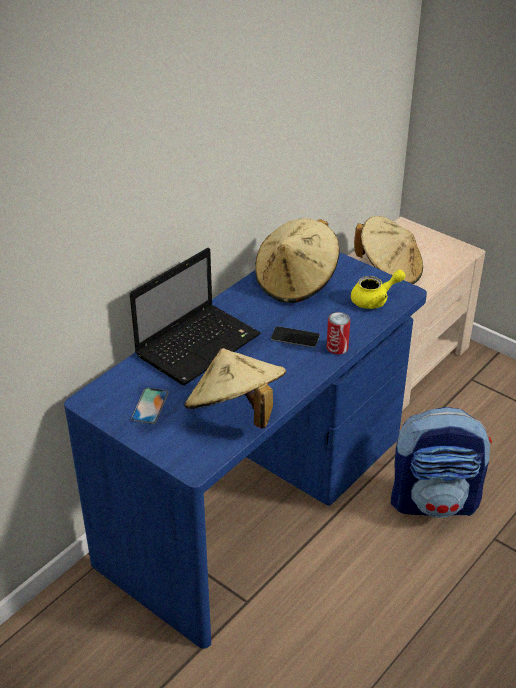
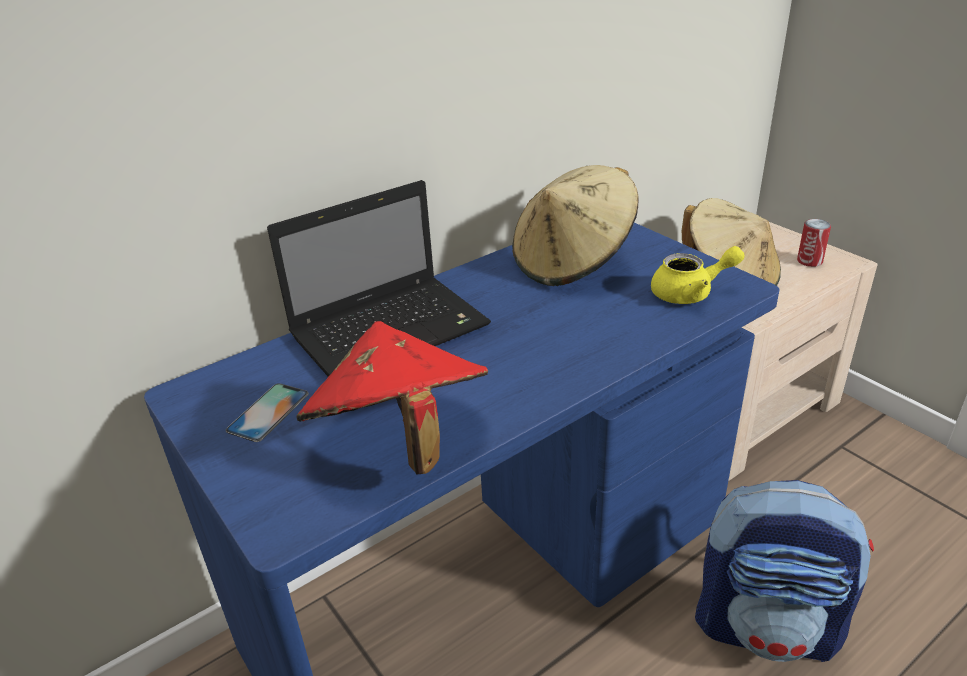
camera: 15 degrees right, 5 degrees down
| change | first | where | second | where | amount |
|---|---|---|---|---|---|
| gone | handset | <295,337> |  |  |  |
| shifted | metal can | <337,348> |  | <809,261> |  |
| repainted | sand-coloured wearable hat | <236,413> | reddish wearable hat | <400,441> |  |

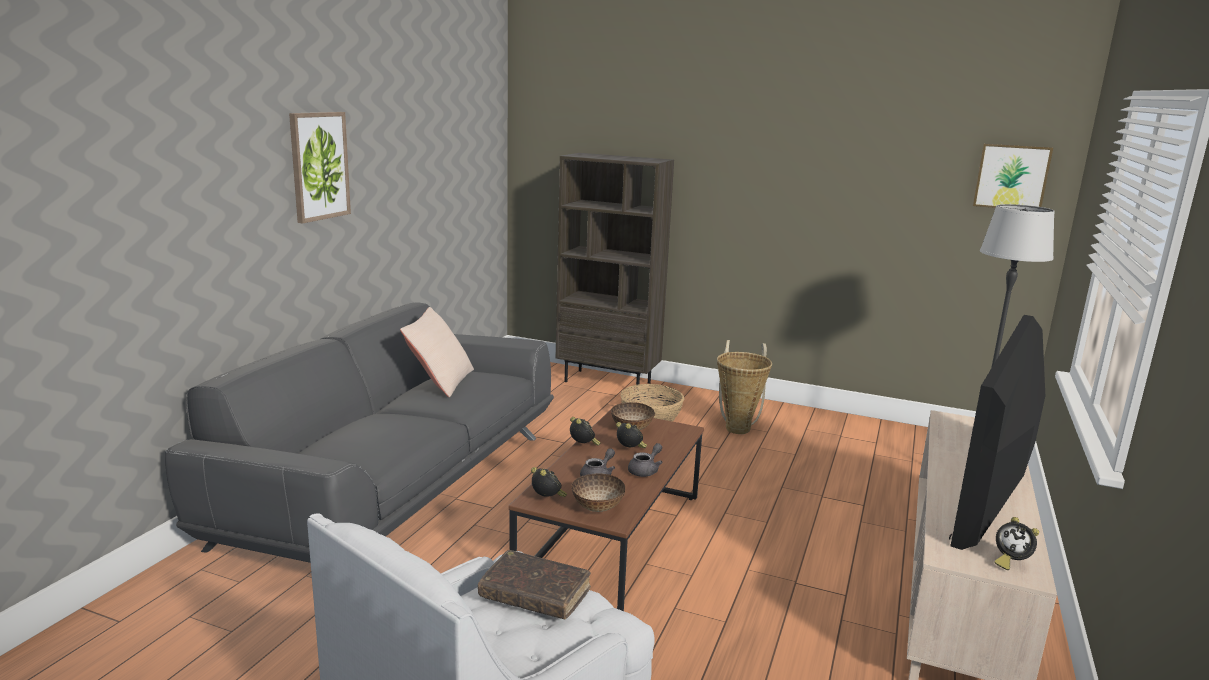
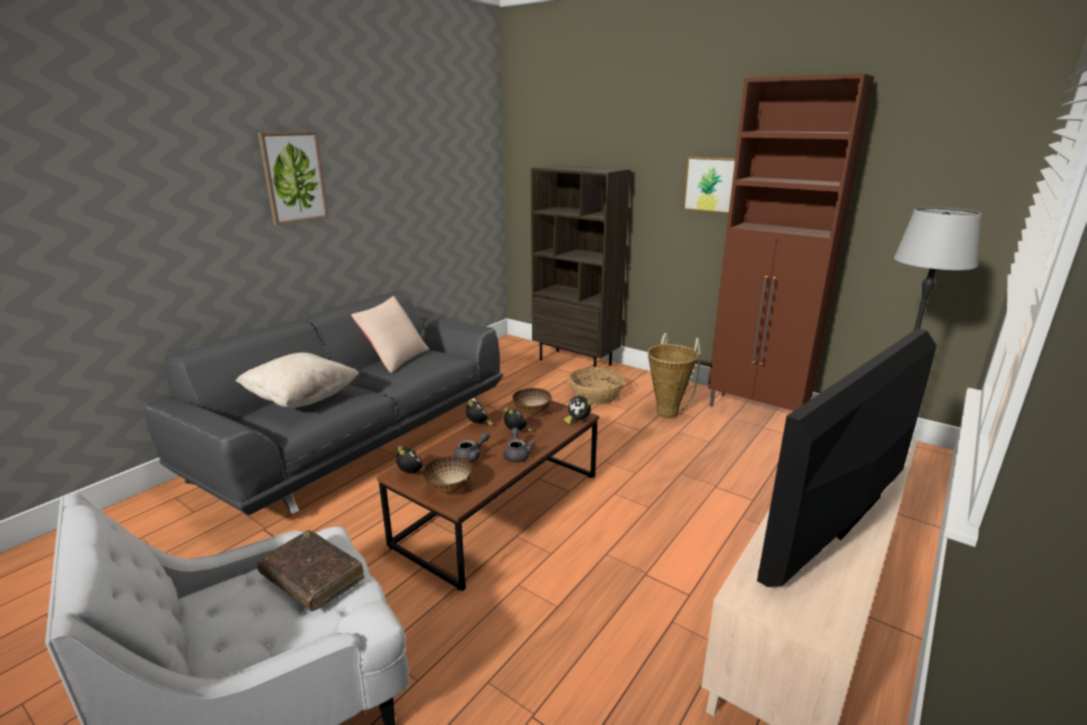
camera: 15 degrees right, 5 degrees up
| change | first | where | second | where | amount |
|---|---|---|---|---|---|
| new |  |  | sand-coloured cushion | <302,399> |  |
| new |  |  | brown storage cabinet | <757,411> |  |
| shifted | picture | <1011,177> |  | <711,184> |  |
| shifted | bedside clock | <1009,562> |  | <577,421> |  |
| rotated | grey tea pot | <645,470> |  | <517,454> | 60 degrees counterclockwise |

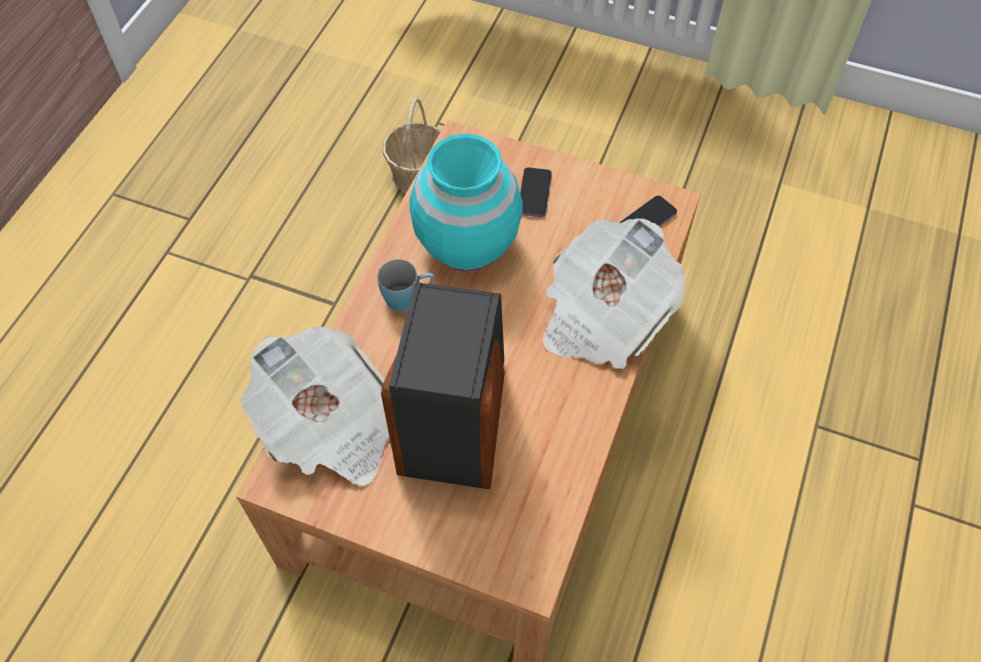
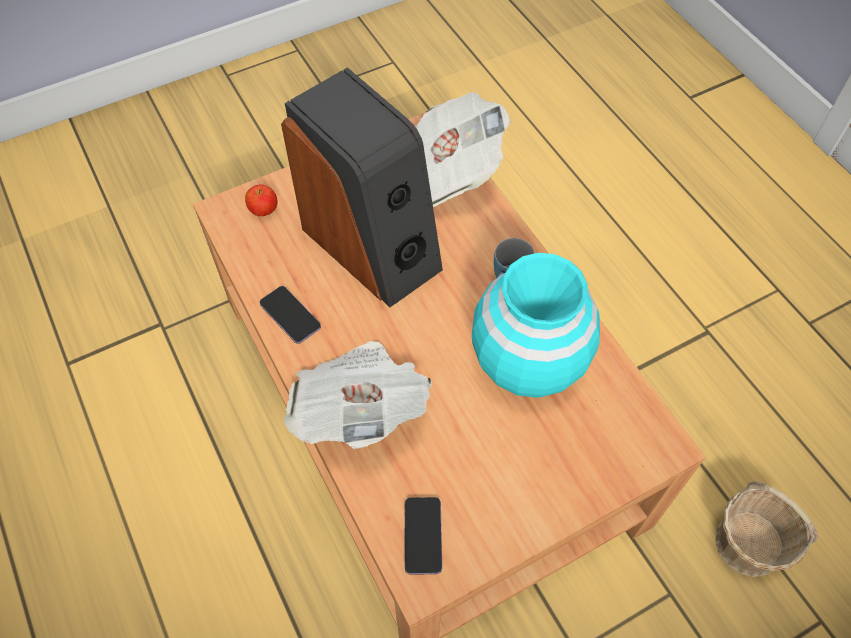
camera: 130 degrees right, 0 degrees up
| change | first | where | second | where | amount |
|---|---|---|---|---|---|
| new |  |  | apple fruit | <264,210> |  |
| shifted | handset | <534,193> |  | <290,316> |  |

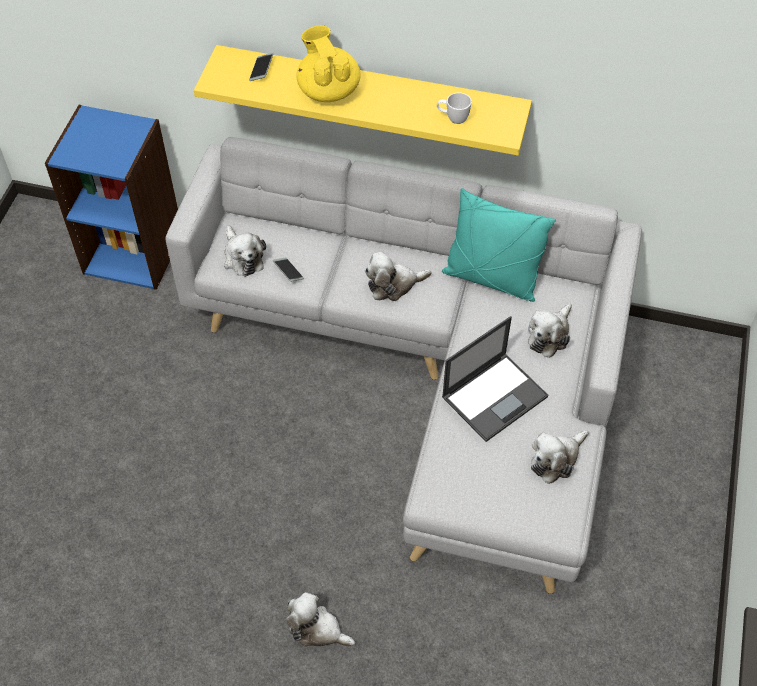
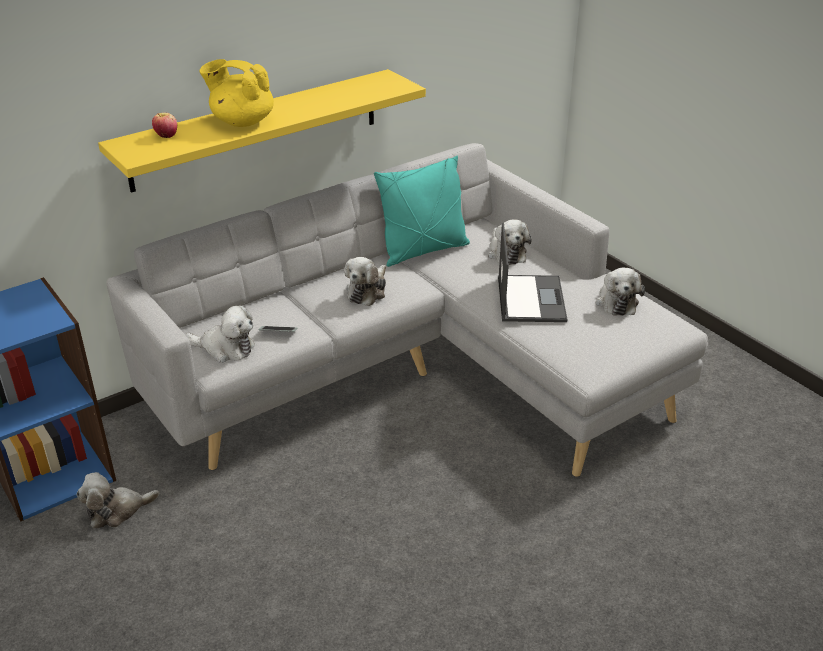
camera: 50 degrees left, 20 degrees down
| change | first | where | second | where | amount |
|---|---|---|---|---|---|
| gone | white mug | <452,118> |  |  |  |
| shifted | plush toy | <317,629> |  | <117,511> |  |
| swapped | handset | <261,70> | apple fruit | <166,136> |  |

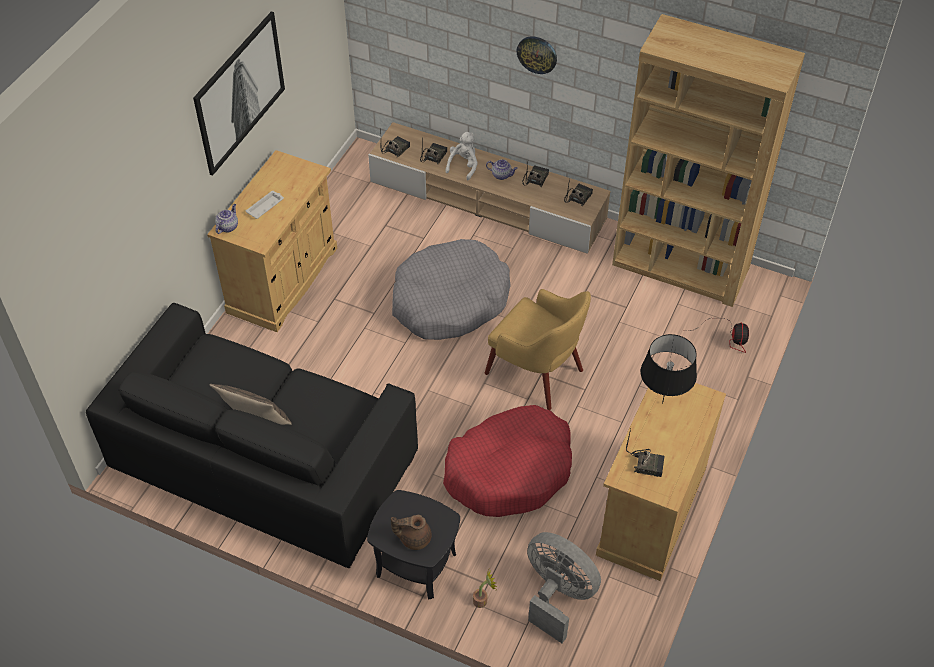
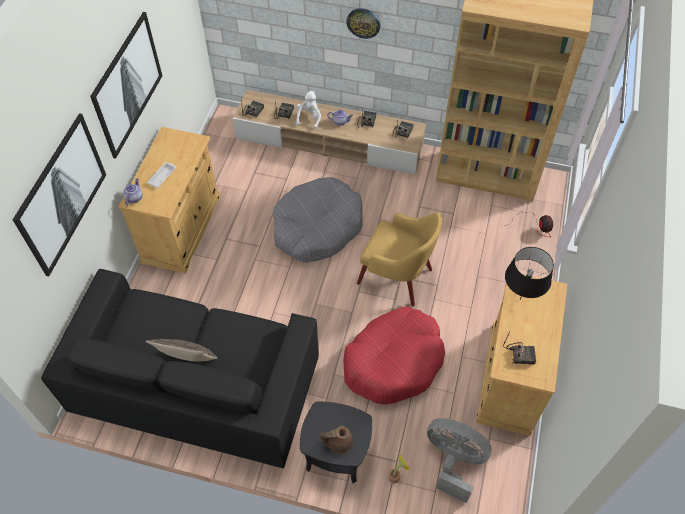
camera: 10 degrees left, 5 degrees up
| change | first | where | second | where | amount |
|---|---|---|---|---|---|
| new |  |  | picture | <62,194> |  |

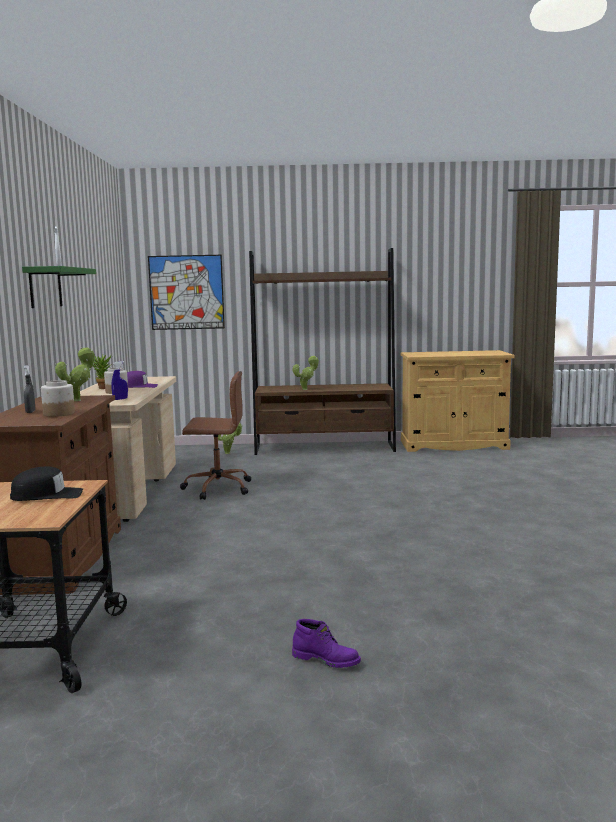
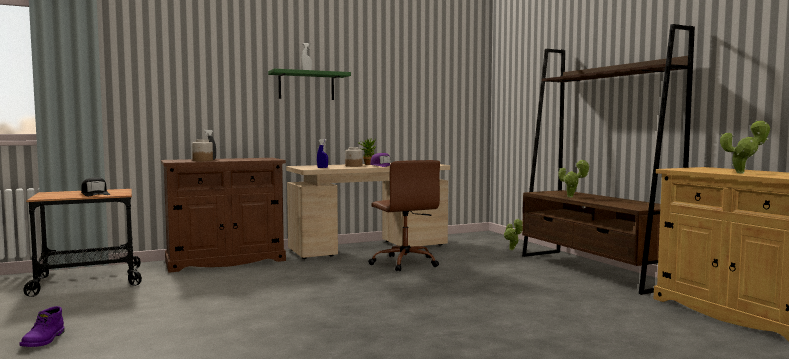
camera: 65 degrees right, 5 degrees down
| change | first | where | second | where | amount |
|---|---|---|---|---|---|
| gone | picture | <186,292> |  |  |  |
| shifted | potted plant | <79,400> |  | <743,173> |  |

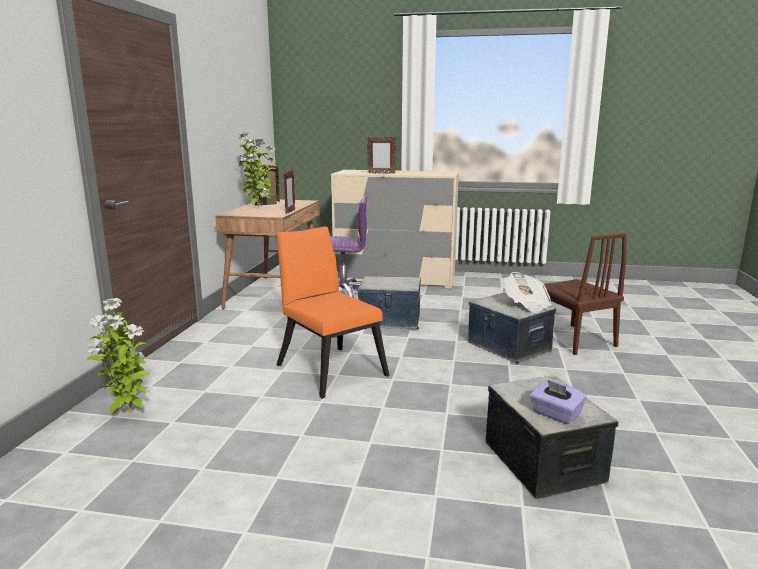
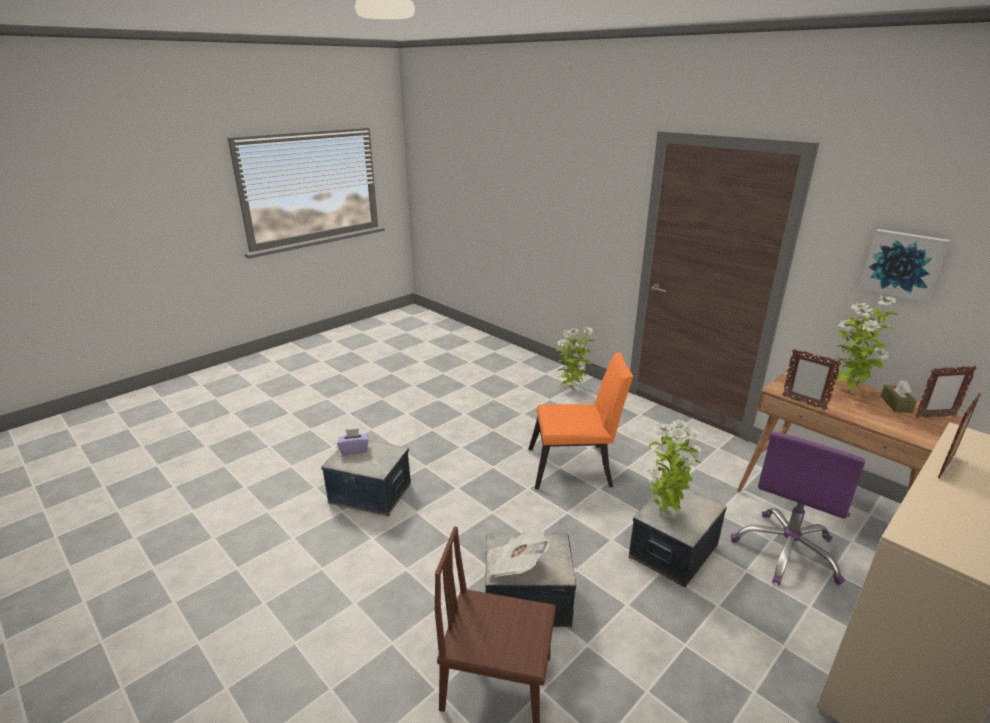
camera: 125 degrees right, 10 degrees up
| change | first | where | second | where | amount |
|---|---|---|---|---|---|
| new |  |  | potted plant | <663,512> |  |
| new |  |  | picture | <903,264> |  |

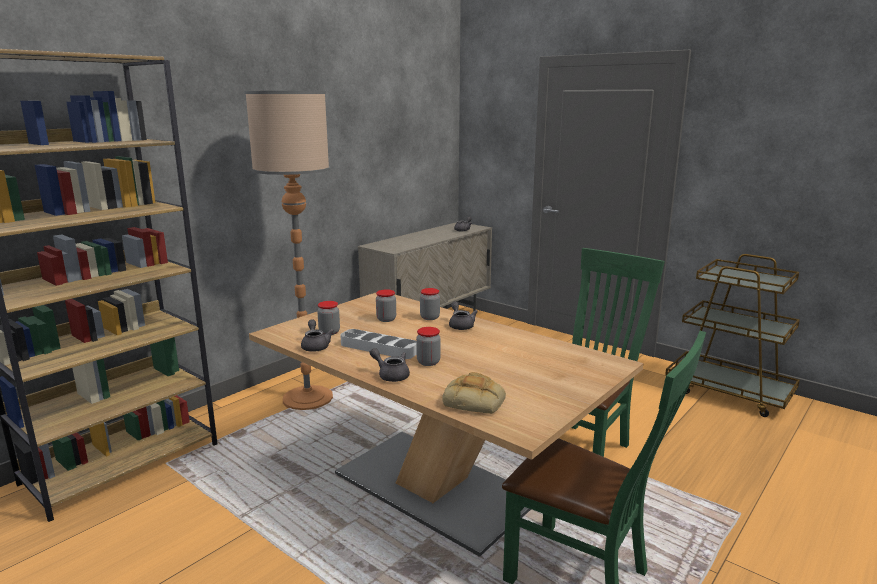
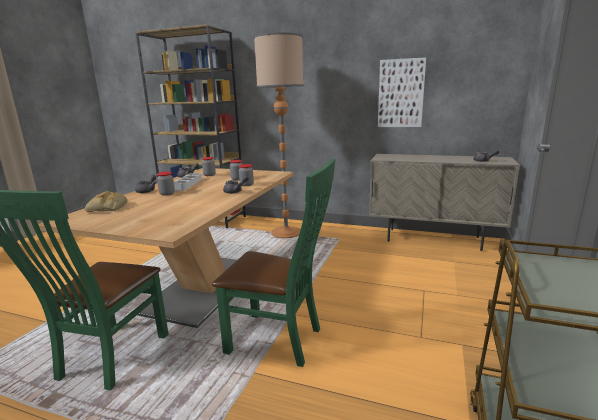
camera: 70 degrees right, 0 degrees up
| change | first | where | second | where | amount |
|---|---|---|---|---|---|
| new |  |  | picture | <401,93> |  |

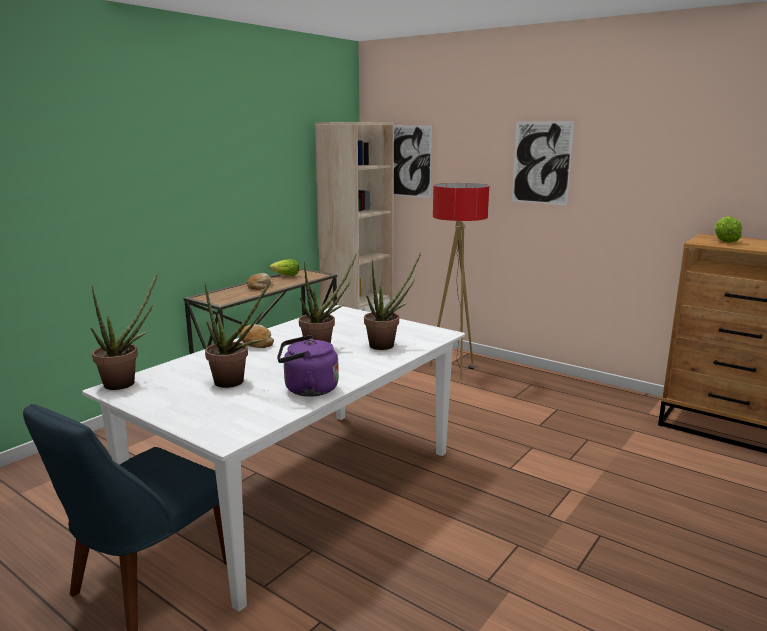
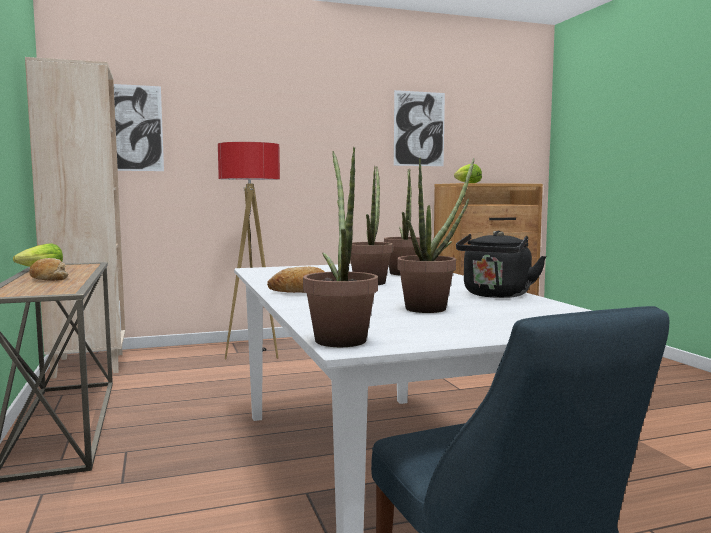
camera: 55 degrees left, 10 degrees down
| change | first | where | second | where | amount |
|---|---|---|---|---|---|
| shifted | picture | <541,163> |  | <419,129> |  |
| repainted | purple tea kettle | <307,389> | black tea kettle | <495,295> |  |

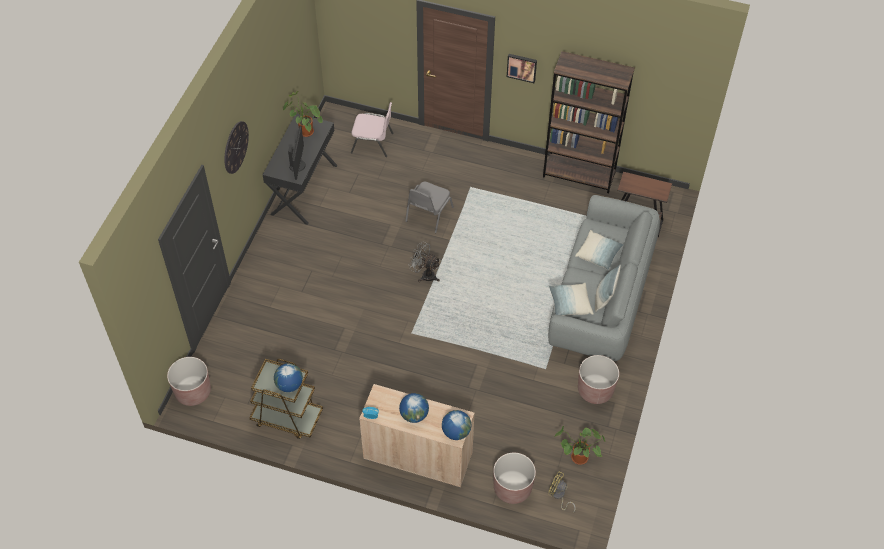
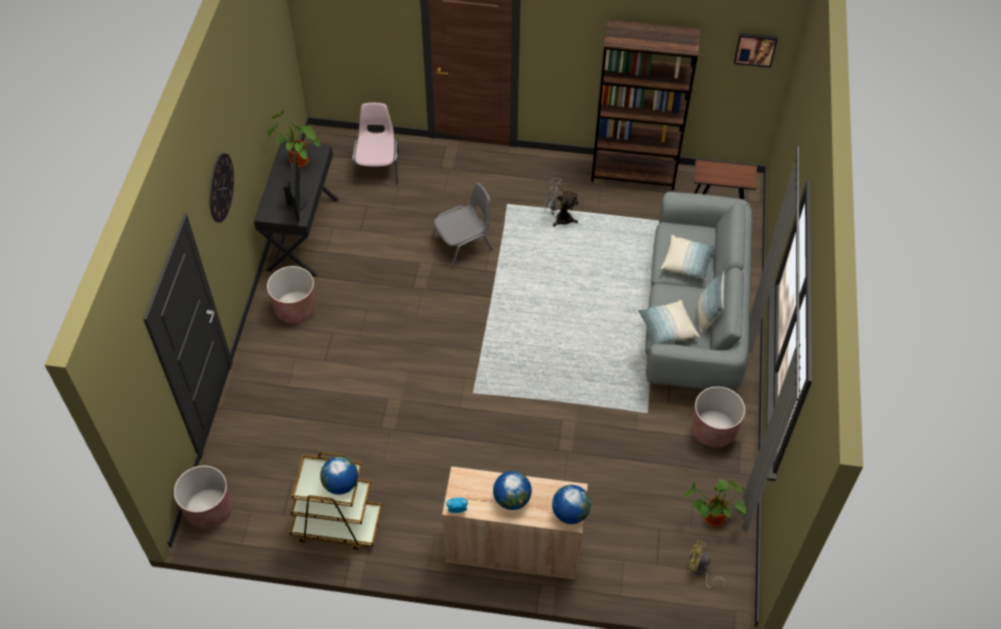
camera: 10 degrees left, 0 degrees up
| change | first | where | second | where | amount |
|---|---|---|---|---|---|
| shifted | grey electric fan | <425,275> |  | <559,218> |  |
| shifted | brown planter | <512,488> |  | <295,309> |  |
| shifted | picture | <522,67> |  | <755,48> |  |
| rotated | pinkish chair | <373,143> |  | <377,167> | 90 degrees counterclockwise |
| rotated | grey chair | <428,214> |  | <463,244> | 135 degrees counterclockwise |

